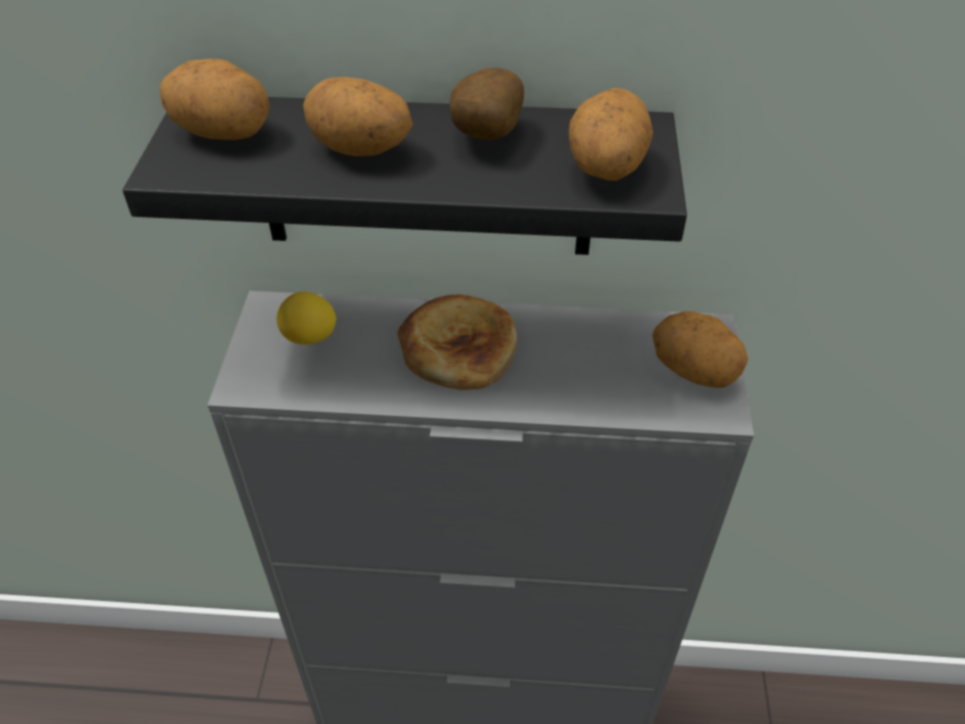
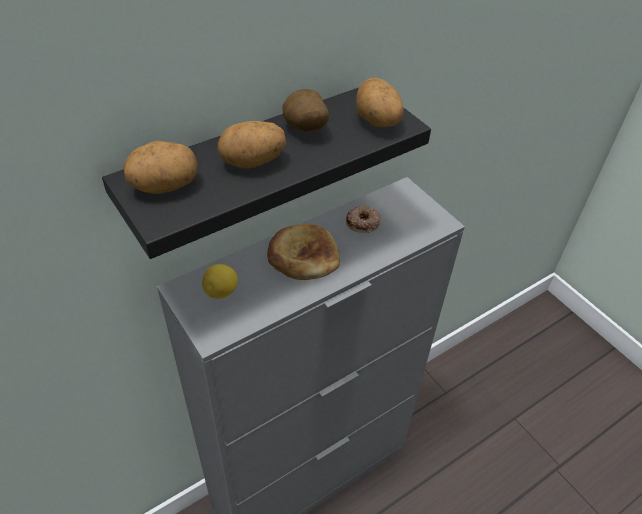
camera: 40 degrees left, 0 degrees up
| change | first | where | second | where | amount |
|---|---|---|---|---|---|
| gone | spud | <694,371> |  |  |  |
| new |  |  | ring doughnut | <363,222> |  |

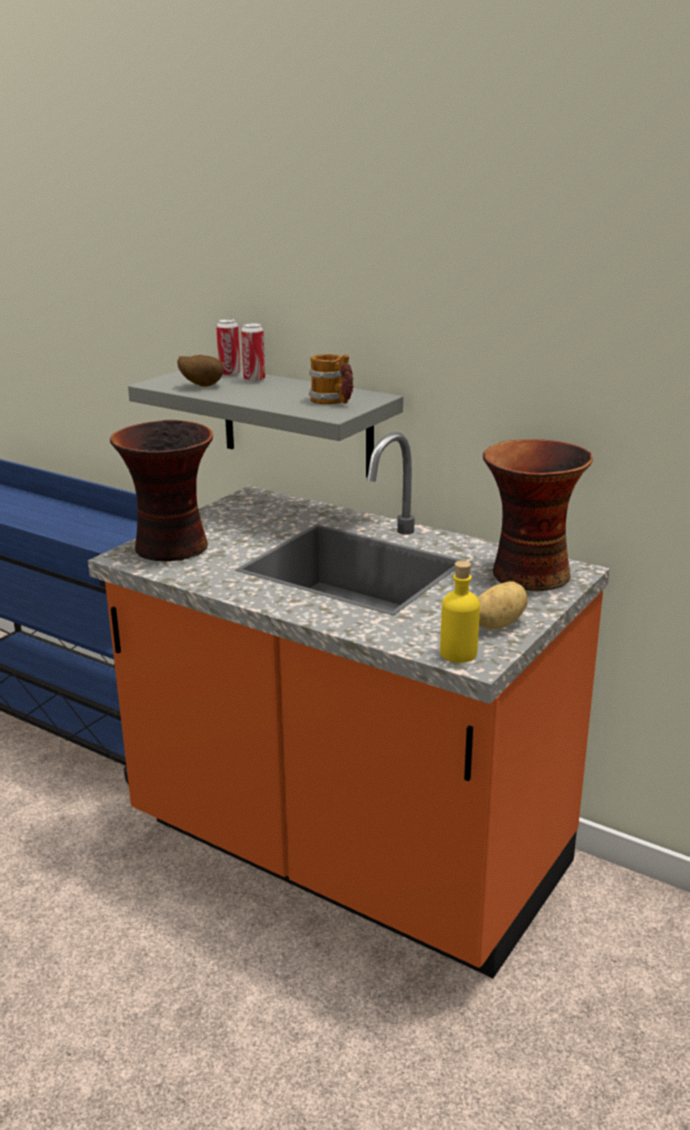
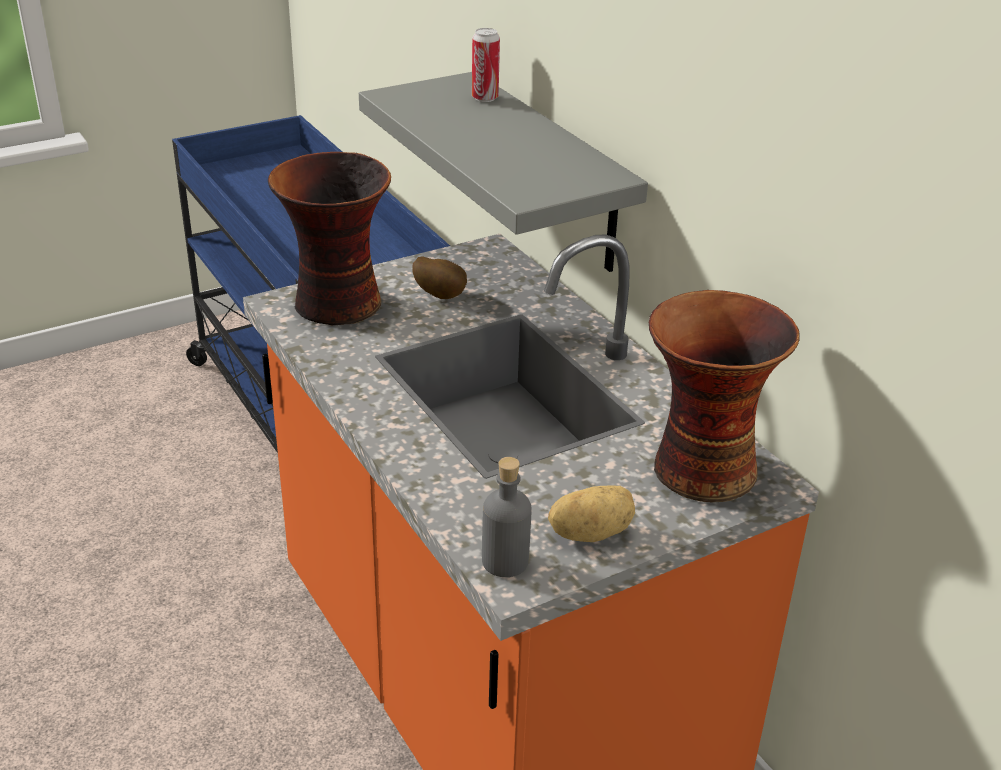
camera: 25 degrees right, 10 degrees up
| change | first | where | second | where | amount |
|---|---|---|---|---|---|
| gone | metal can | <254,380> |  |  |  |
| gone | mug | <333,401> |  |  |  |
| shifted | spud | <202,386> |  | <441,295> |  |
| repainted | yellowish beverage bottle | <458,653> | grey beverage bottle | <505,561> |  |

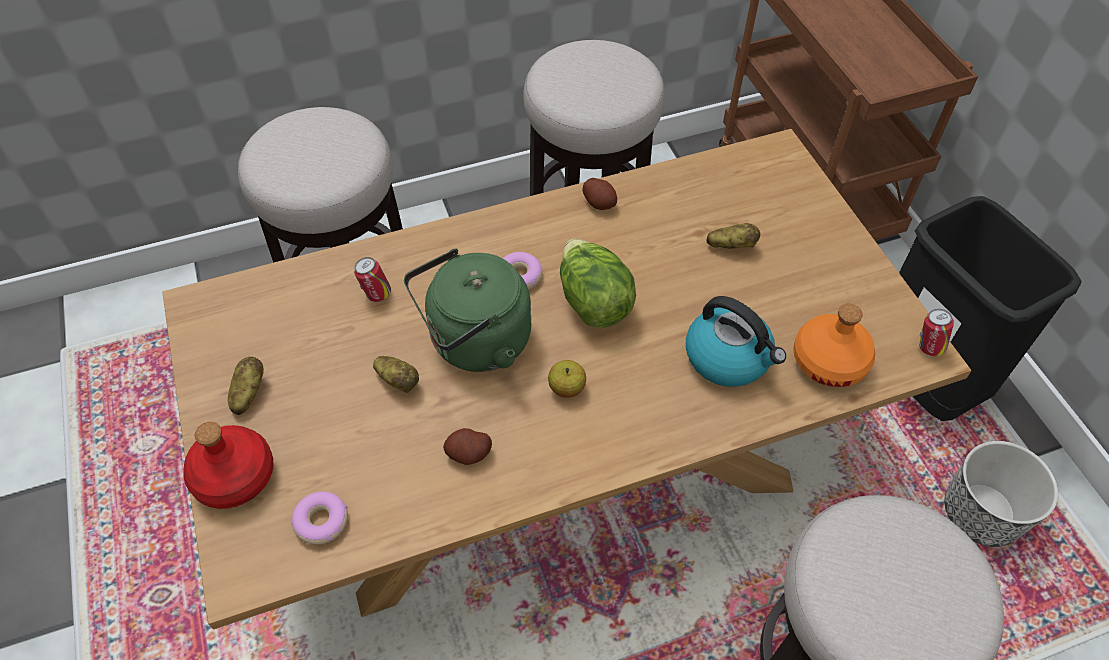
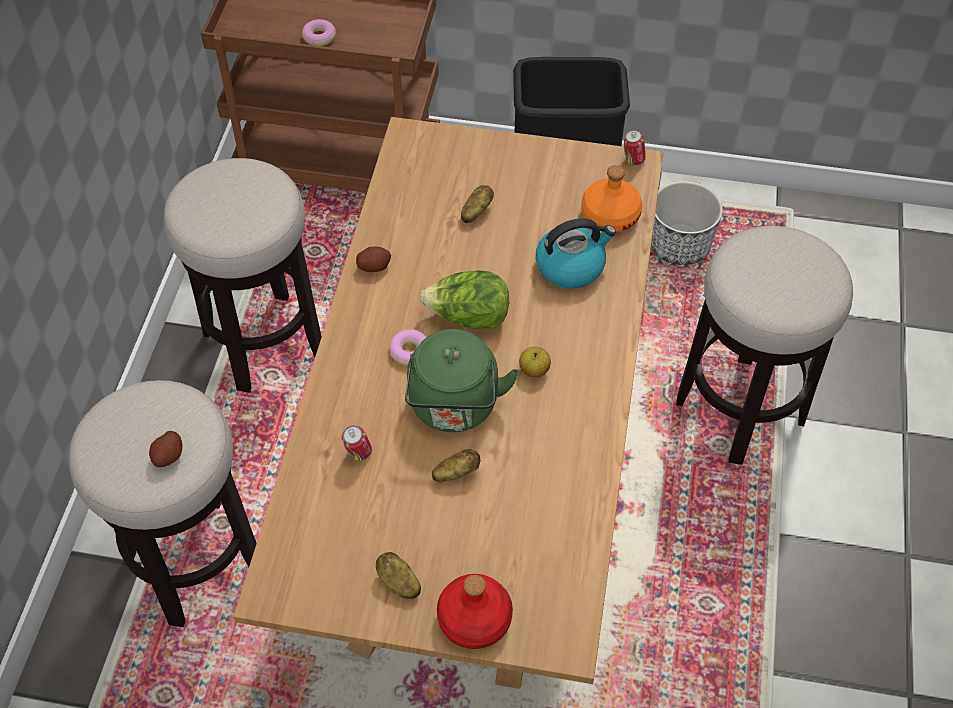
camera: 60 degrees left, 0 degrees up
| change | first | where | second | where | amount |
|---|---|---|---|---|---|
| shifted | ring doughnut | <321,521> |  | <319,37> |  |
| shifted | spud | <469,453> |  | <168,456> |  |

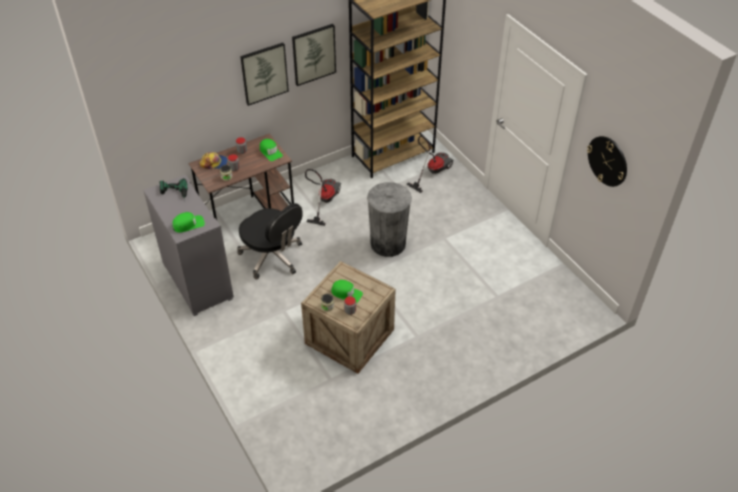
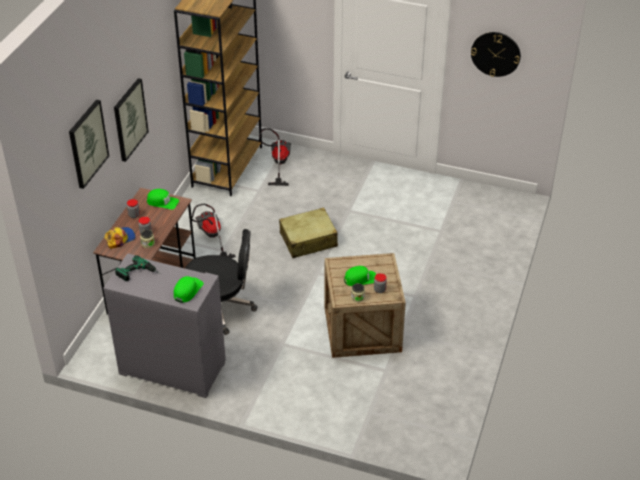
camera: 40 degrees left, 5 degrees down
| change | first | where | second | where | amount |
|---|---|---|---|---|---|
| shifted | picture | <313,54> |  | <87,143> |  |
| swapped | grey waste bin | <388,243> | sand-coloured piece of luggage | <308,240> |  |

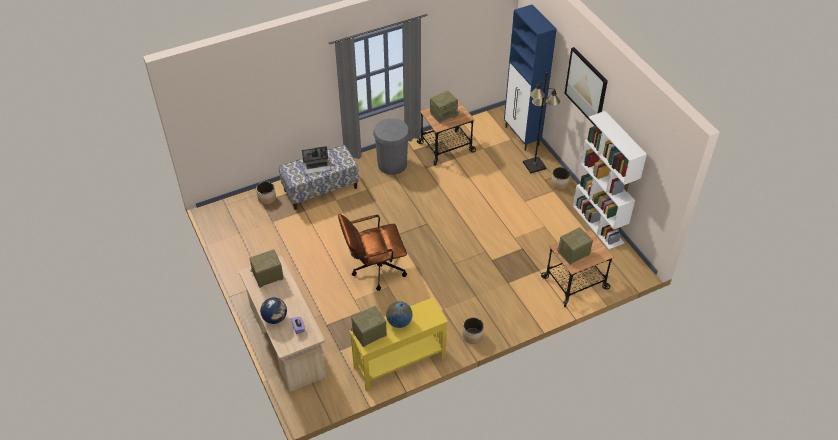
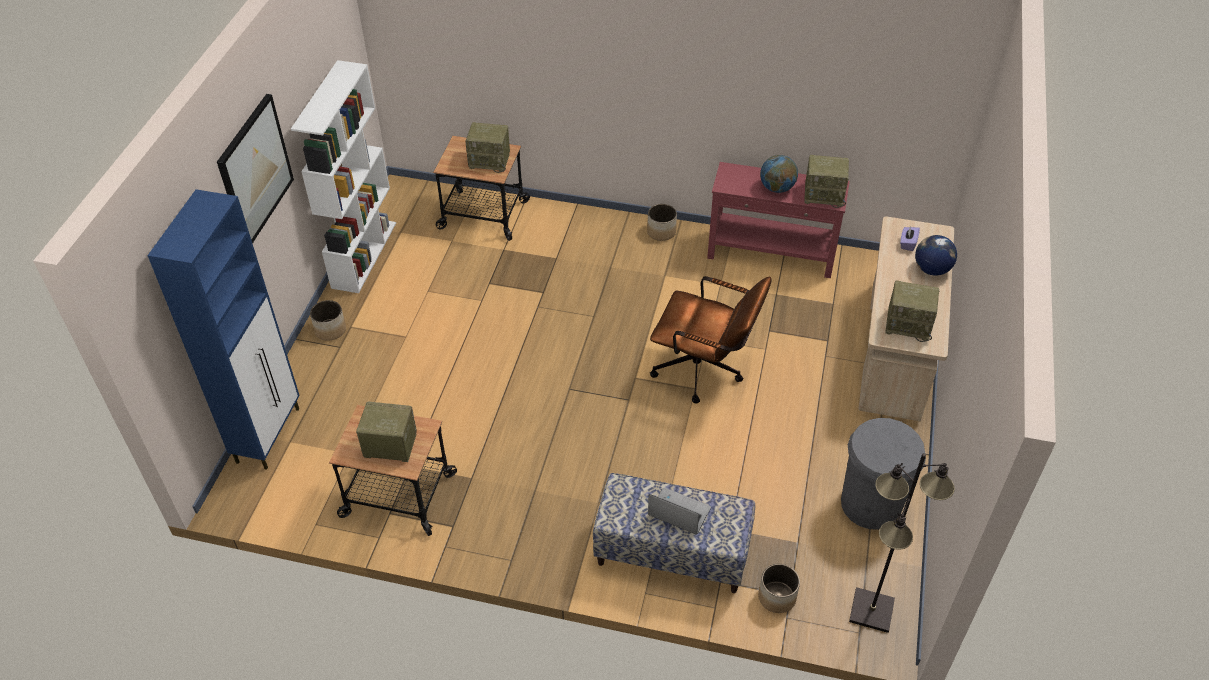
camera: 140 degrees left, 0 degrees up
| change | first | where | second | where | amount |
|---|---|---|---|---|---|
| shifted | grey waste bin | <392,164> |  | <871,504> |  |
| shifted | black standard lamp | <534,165> |  | <872,611> |  |
| repainted | yellowish console table | <399,362> | reddish console table | <772,254> |  |

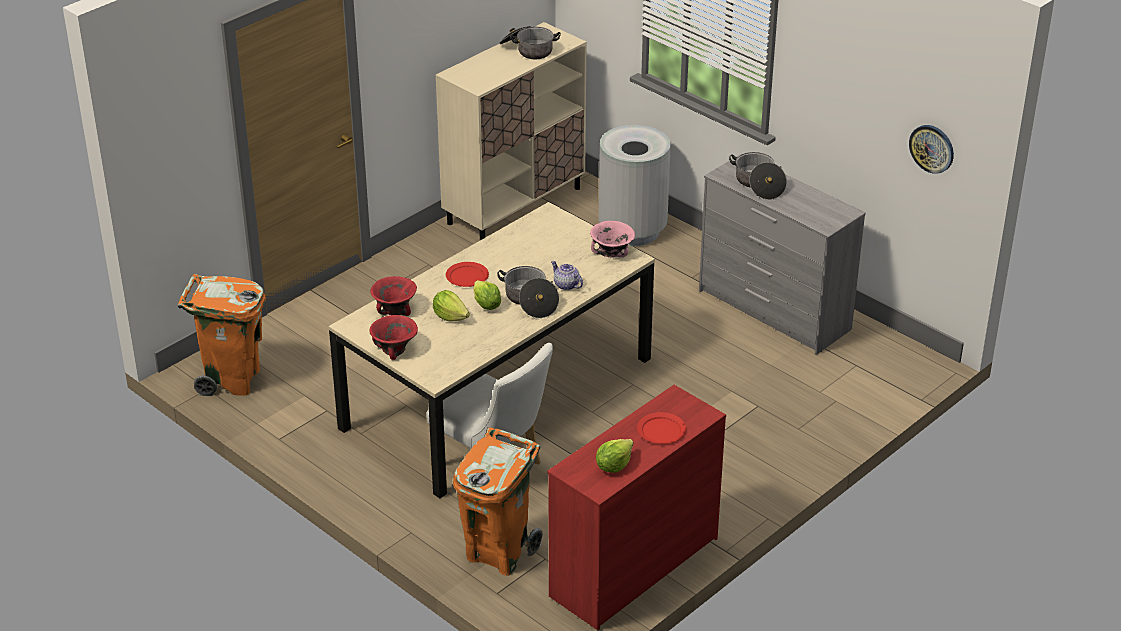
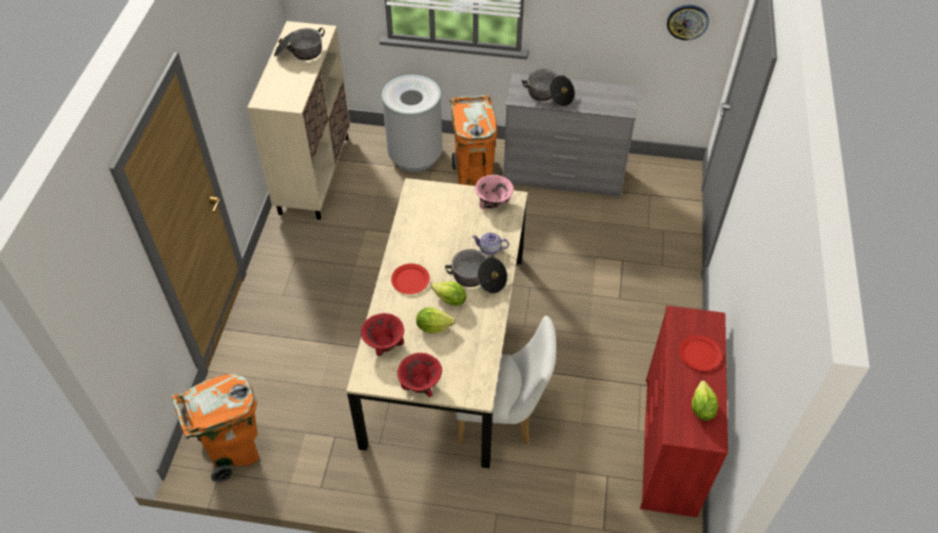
camera: 35 degrees left, 15 degrees up
| change | first | where | second | where | amount |
|---|---|---|---|---|---|
| shifted | orangey waste bin | <498,552> |  | <474,175> |  |

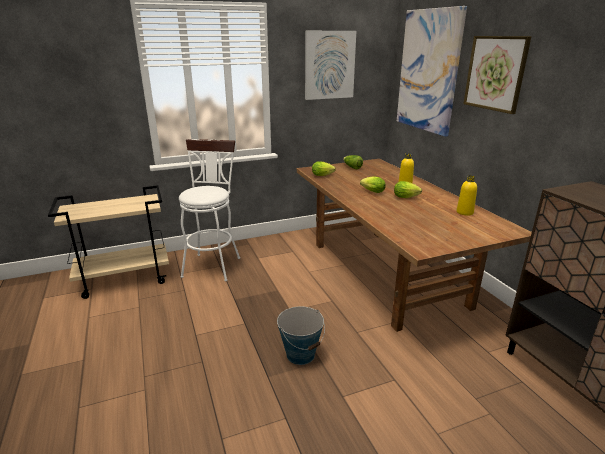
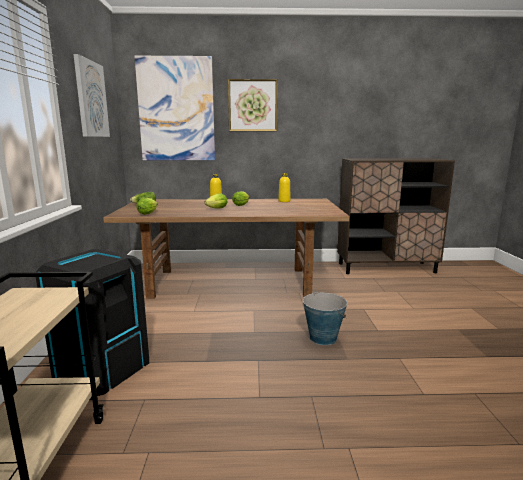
camera: 70 degrees left, 10 degrees down
| change | first | where | second | where | amount |
|---|---|---|---|---|---|
| swapped | white sitting stool | <213,264> | black waste bin | <102,367> |  |

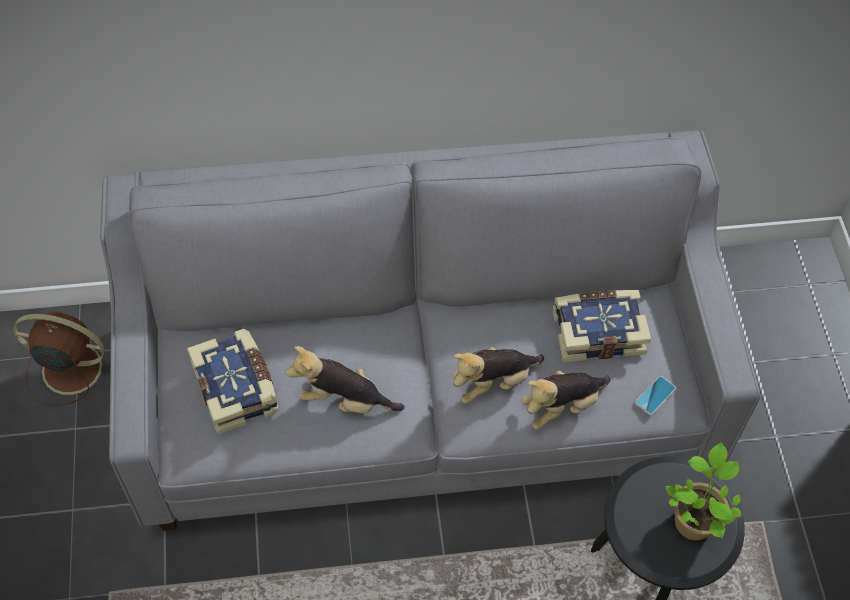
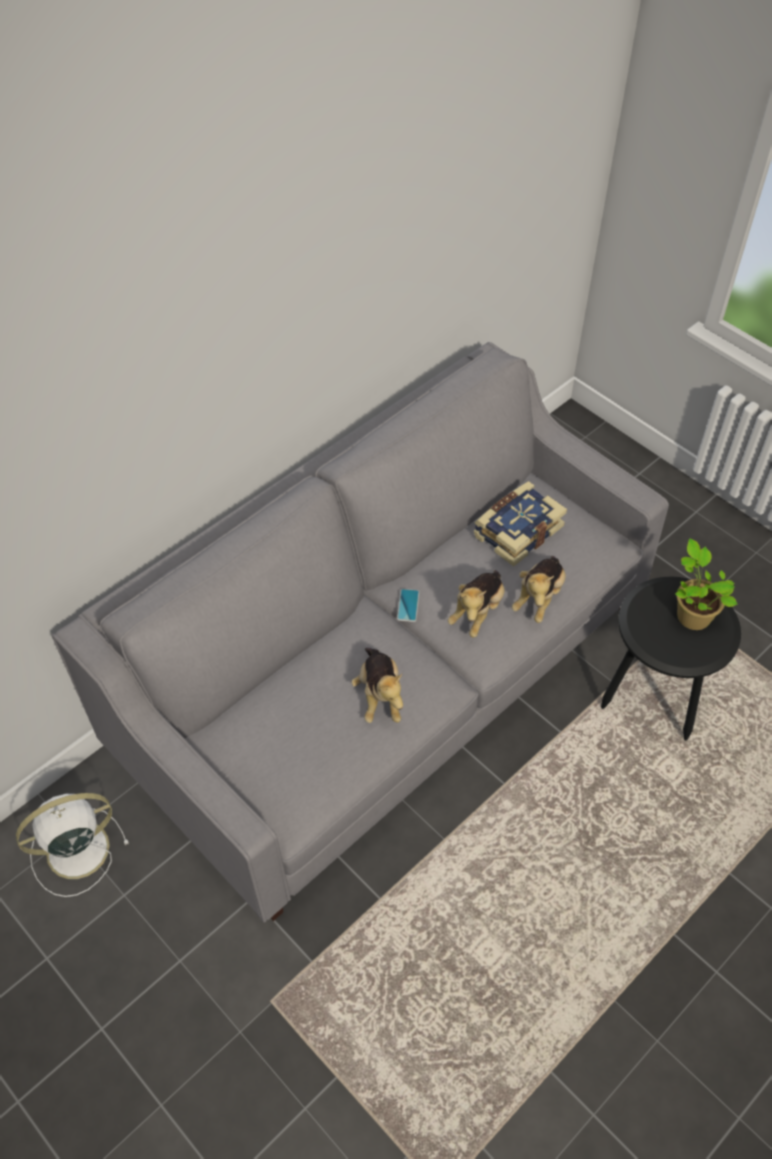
camera: 35 degrees left, 5 degrees down
| change | first | where | second | where | amount |
|---|---|---|---|---|---|
| gone | bound book | <236,388> |  |  |  |
| shifted | handset | <655,395> |  | <408,605> |  |
| repainted | brown electric fan | <69,368> | white electric fan | <75,851> |  |
| rotated | plush toy | <344,400> |  | <379,695> | 75 degrees counterclockwise |

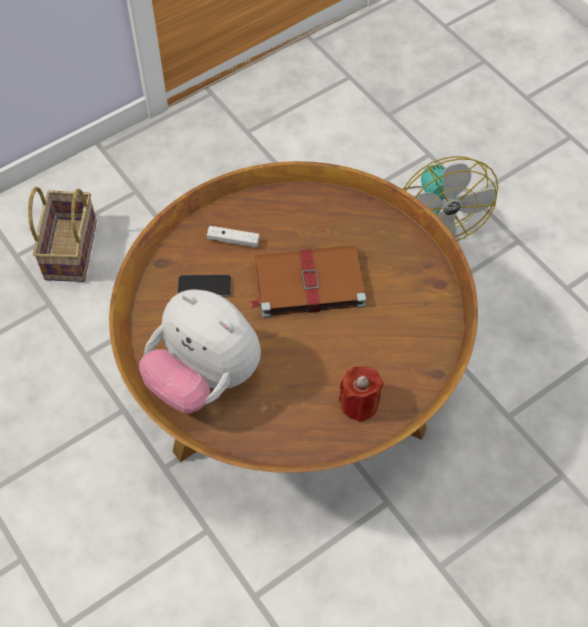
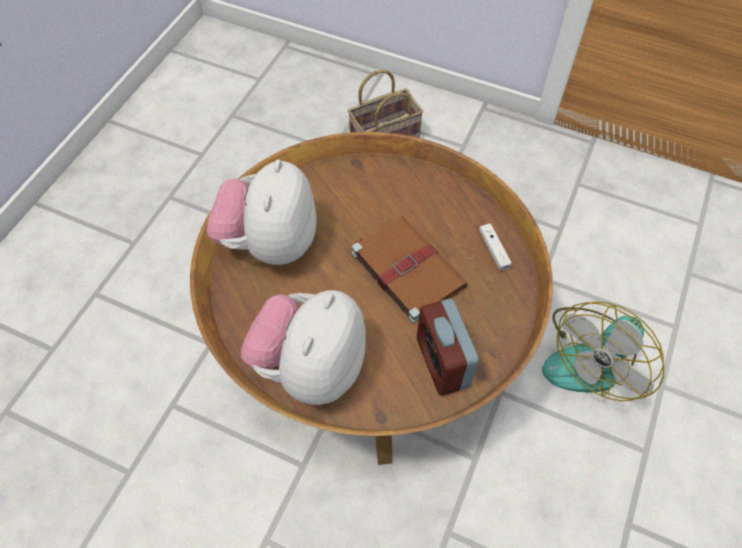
camera: 60 degrees right, 0 degrees up
| change | first | where | second | where | amount |
|---|---|---|---|---|---|
| gone | handset | <204,287> |  |  |  |
| new |  |  | bedside clock | <442,362> |  |
| shifted | white gamepad | <233,240> |  | <494,250> |  |
| swapped | reddish candle | <359,403> | plush toy | <311,366> |  |

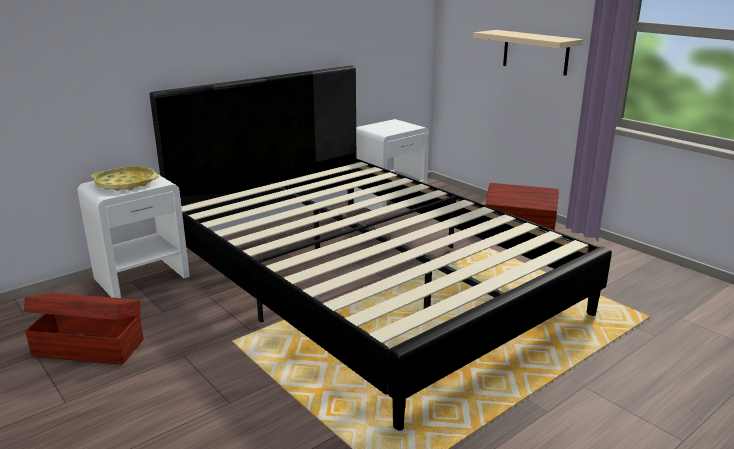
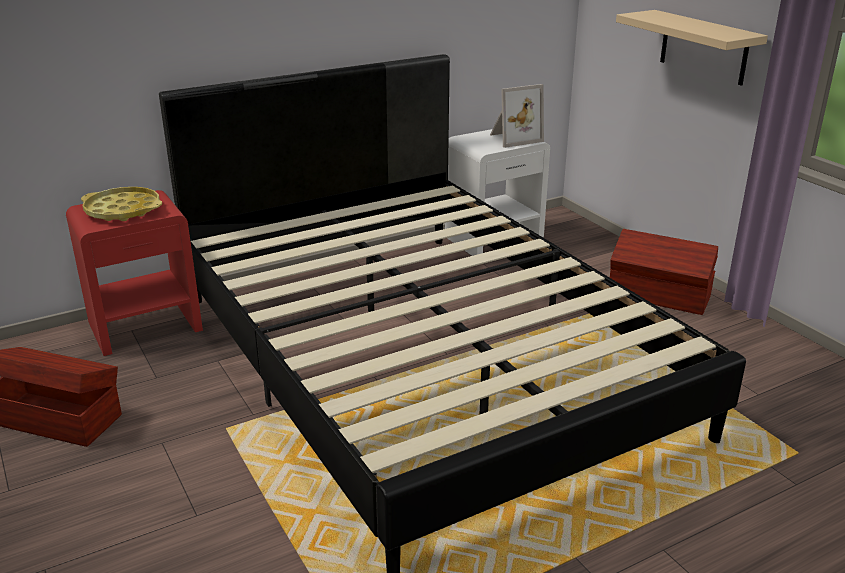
camera: 10 degrees right, 5 degrees up
| change | first | where | second | where | amount |
|---|---|---|---|---|---|
| new |  |  | photo frame | <513,138> |  |
| repainted | white night table | <142,277> | reddish night table | <146,326> |  |

